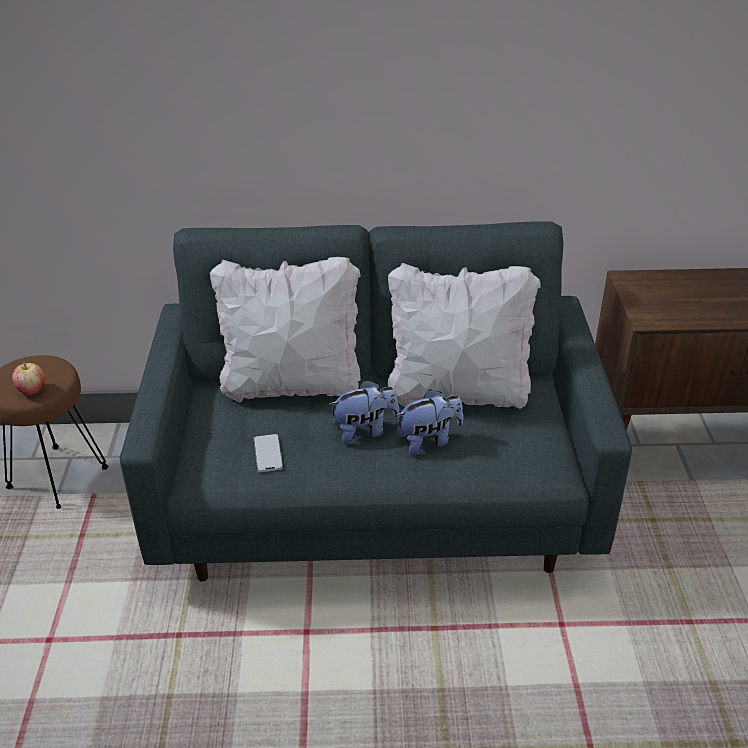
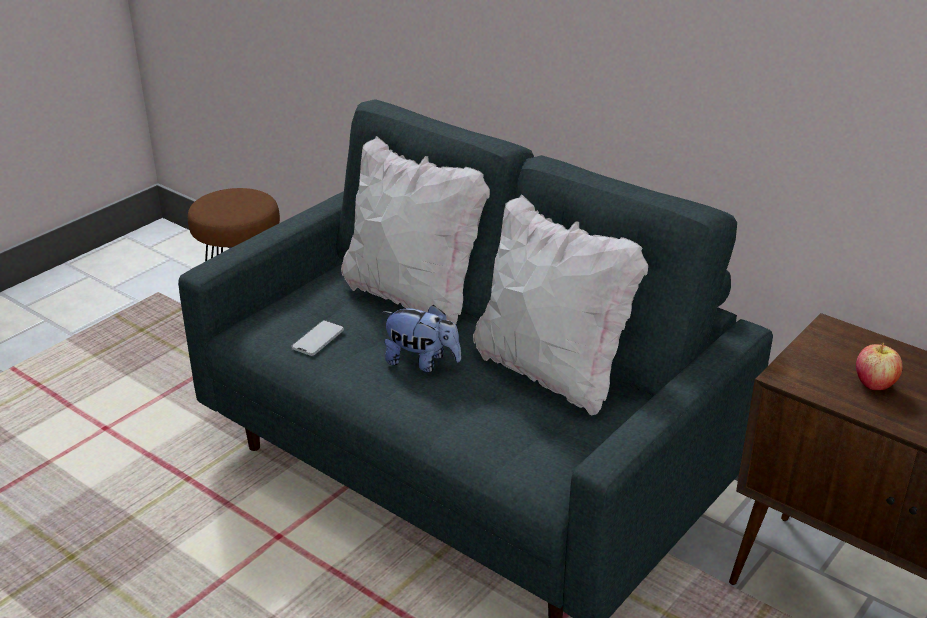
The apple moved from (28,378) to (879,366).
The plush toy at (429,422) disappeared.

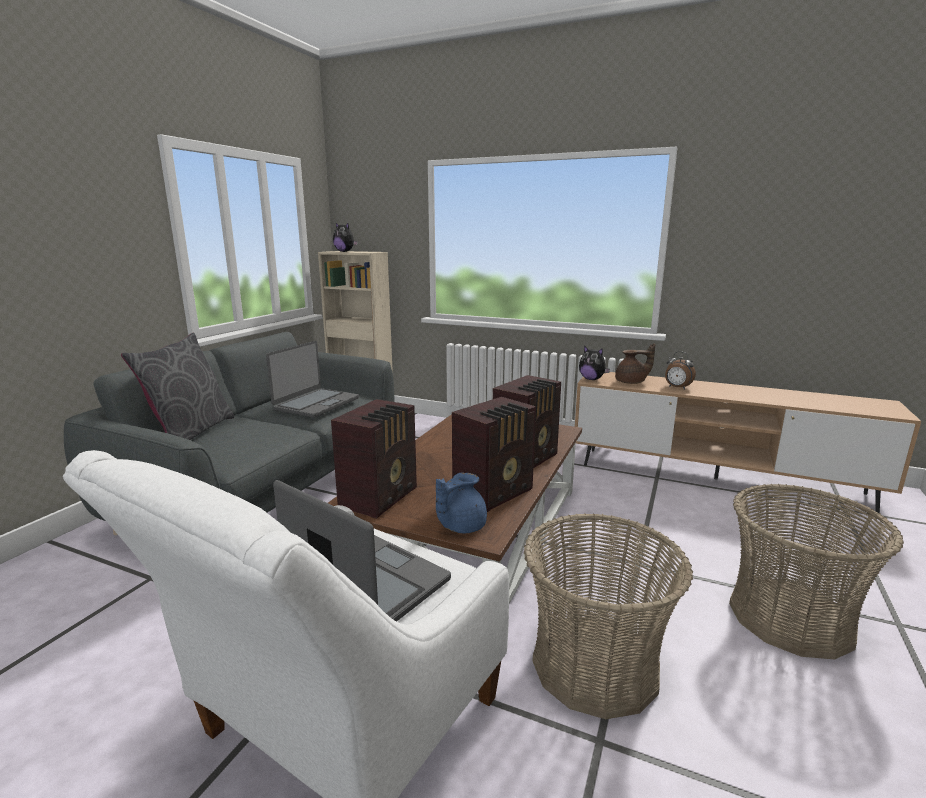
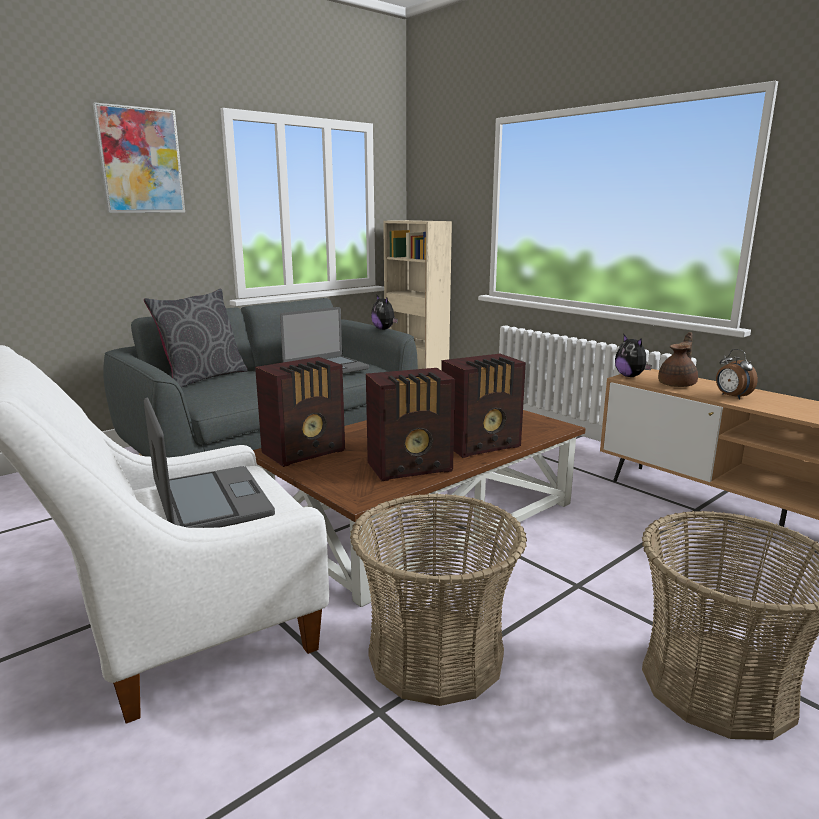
The wall art at (139,157) appeared.
The plush toy moved from (345,237) to (384,313).
The brownish pot for tea at (635,363) turned 75 degrees counterclockwise.
The blue-coloured pot for tea at (461,502) disappeared.

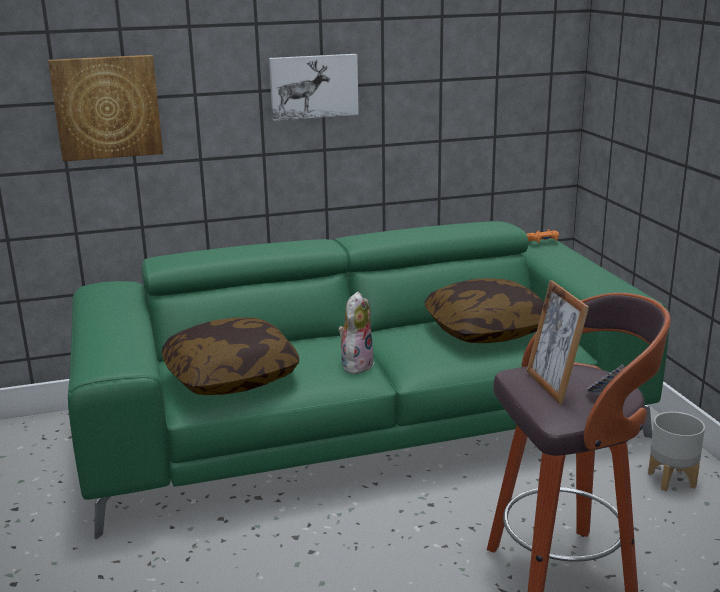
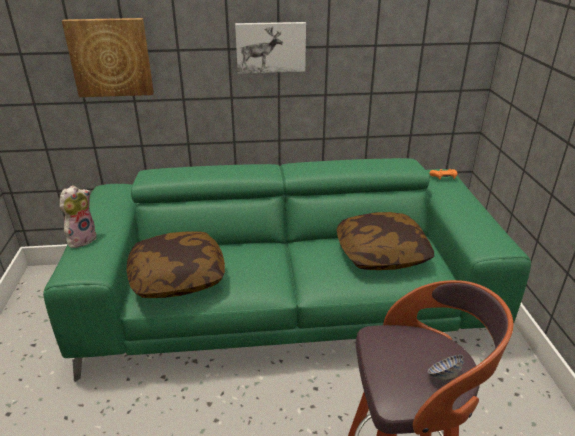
The plush toy moved from (356,333) to (78,216).
The standing frame at (558,342) disappeared.
The greyish flower pot at (676,451) disappeared.

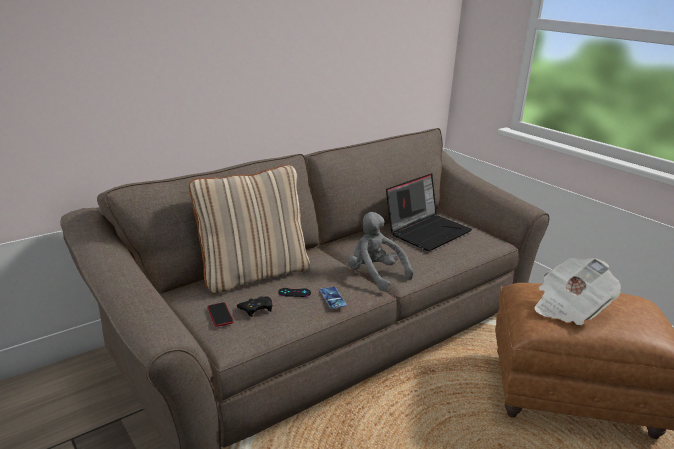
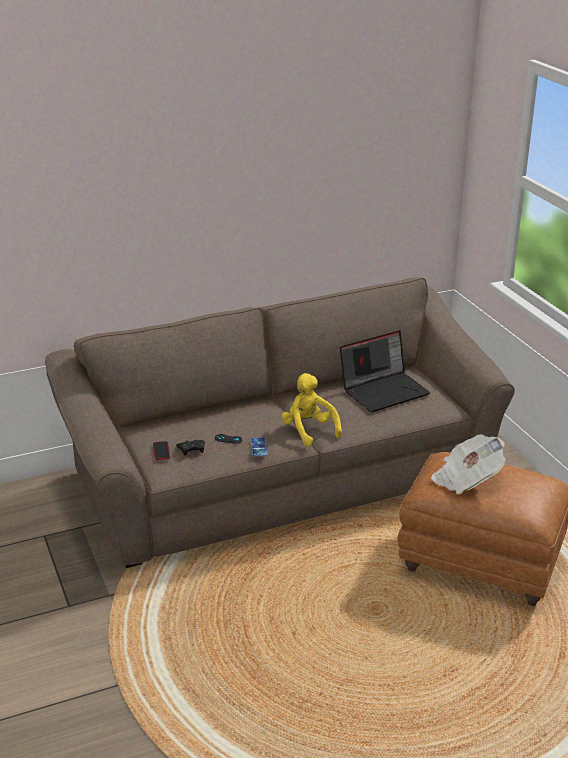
The greyish plush toy at (380,252) became the yellow-coloured plush toy at (311,410).
The beige-coloured cushion at (249,229) disappeared.

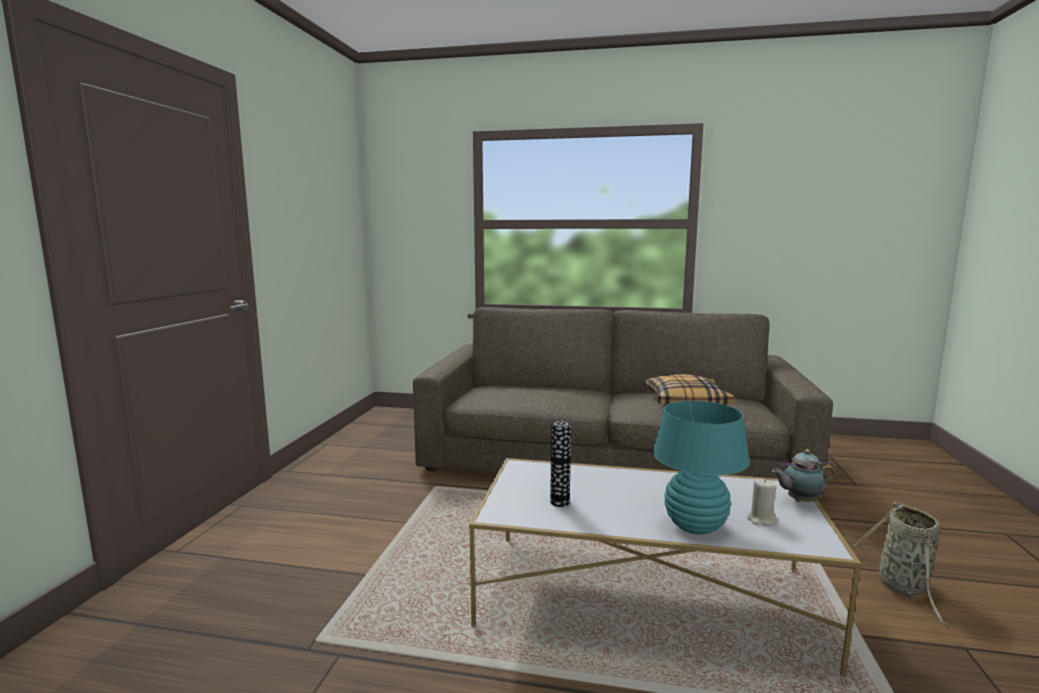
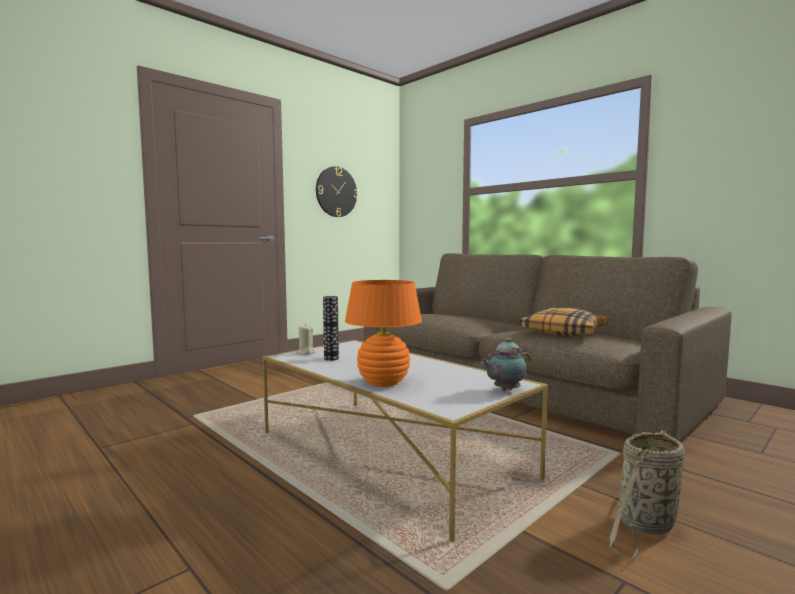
The beige-coloured wax light moved from (762,502) to (305,339).
The clock on the wall at (337,191) appeared.
The turquoise-coloured table lamp at (701,468) became the orange table lamp at (383,333).
The pot for tea at (803,475) turned 60 degrees counterclockwise.

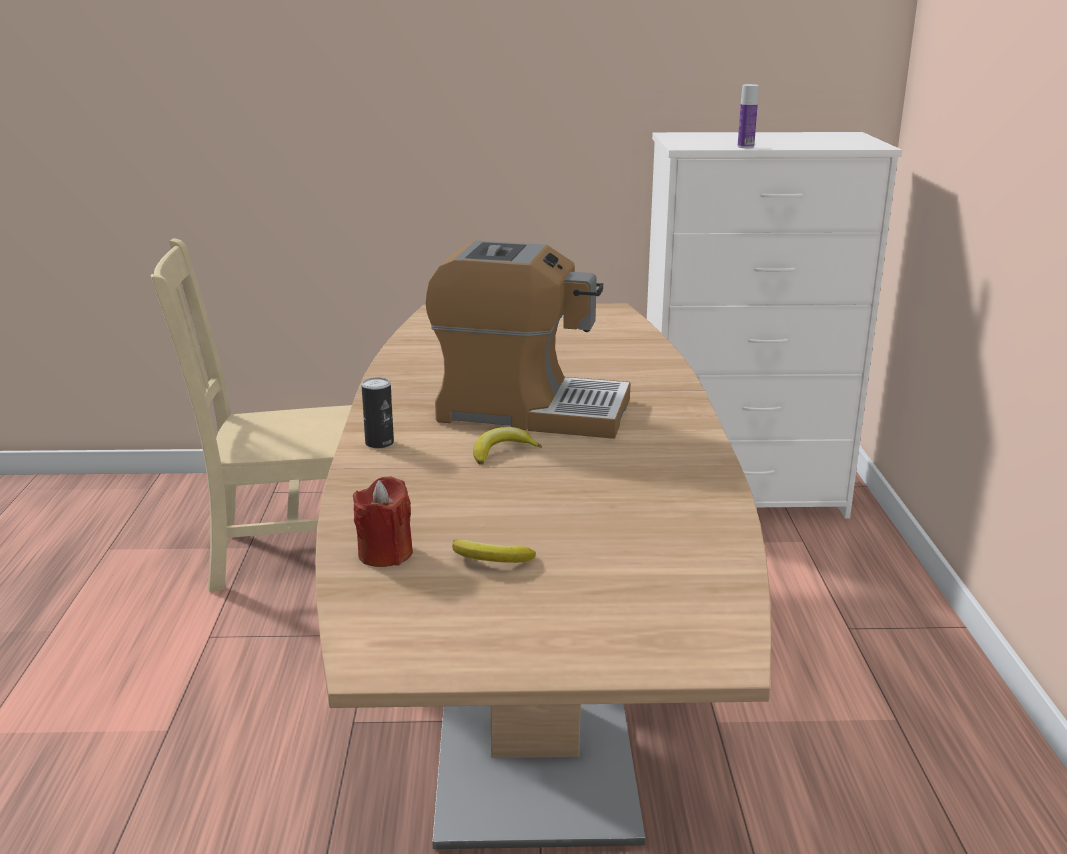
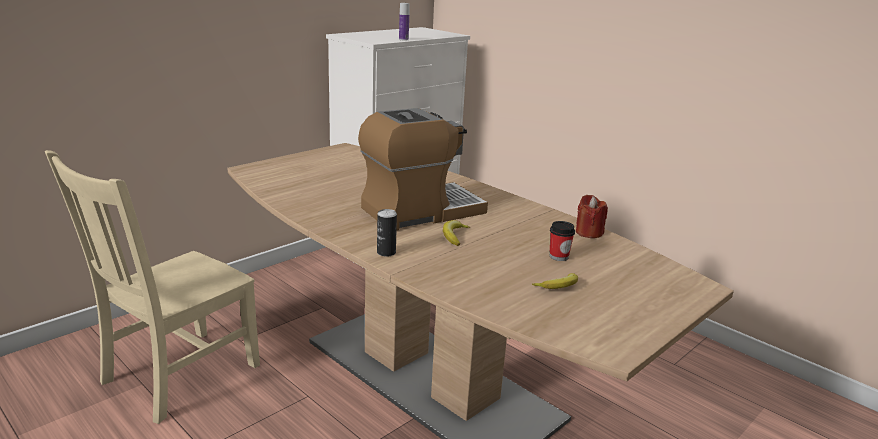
The drinking cup at (562,241) appeared.
The red wax light moved from (383,521) to (592,216).

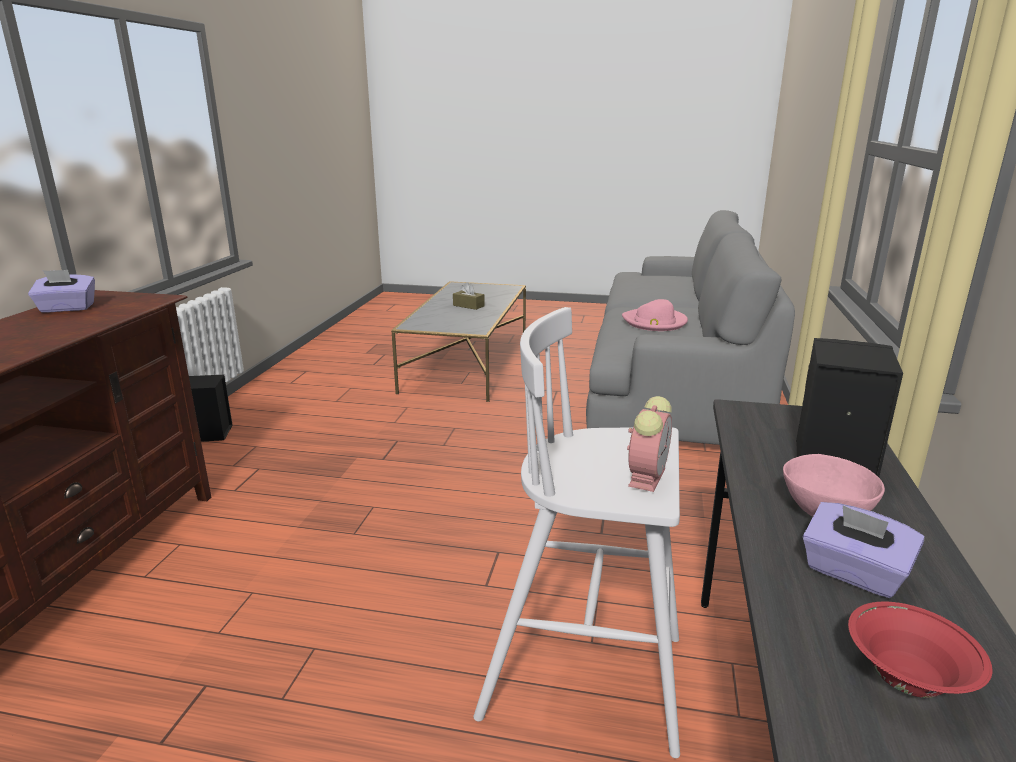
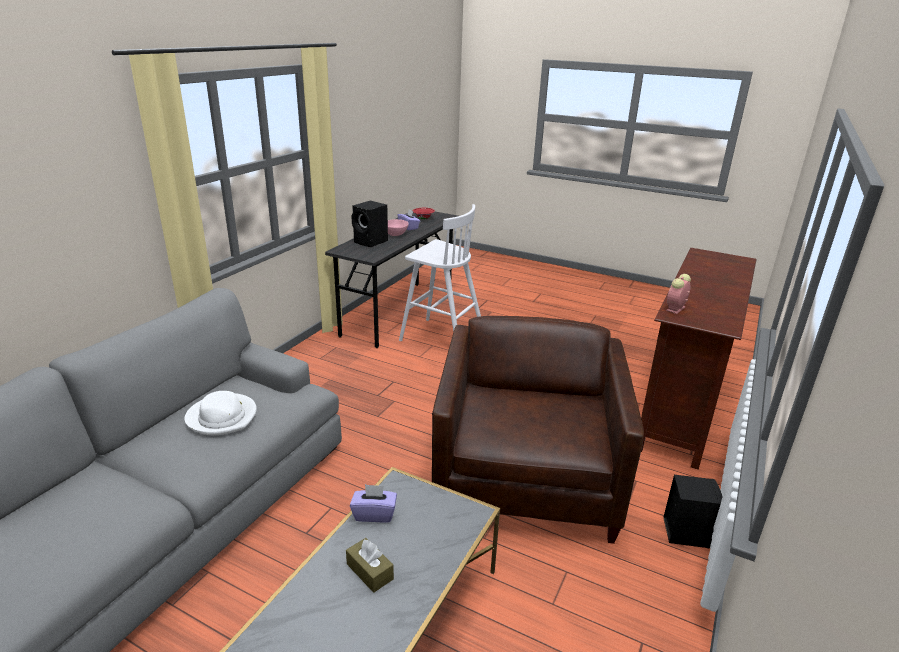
The pinkish wearable hat at (655,315) became the whitish wearable hat at (220,413).
The purple box of tissues moved from (61,291) to (373,503).
The brownish easy chair at (538,430) appeared.
The table clock moved from (649,444) to (678,294).

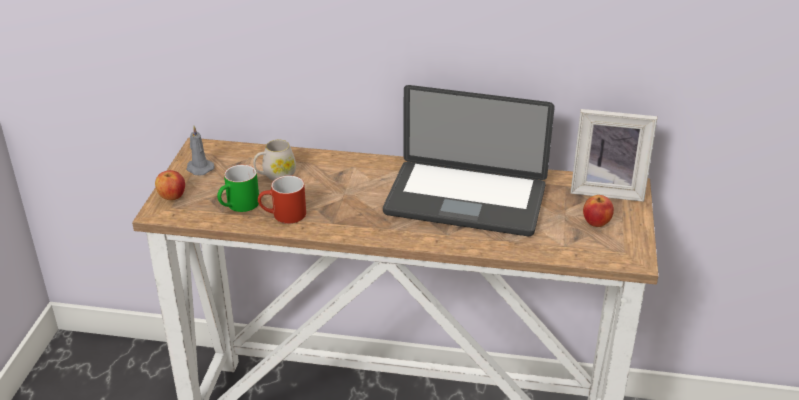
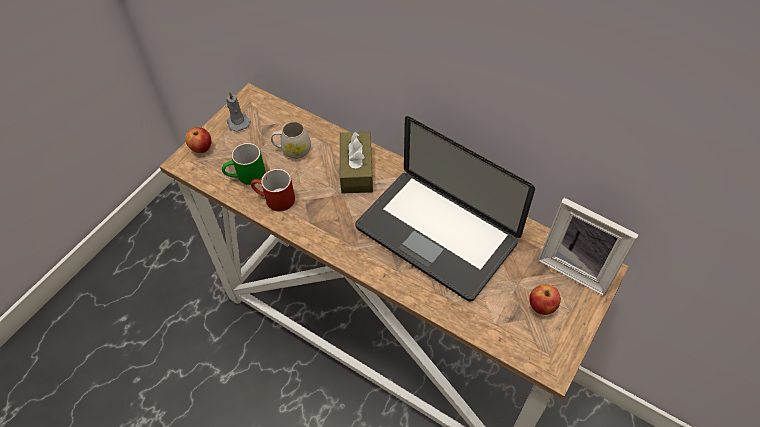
The brownish box of tissues at (356,162) appeared.

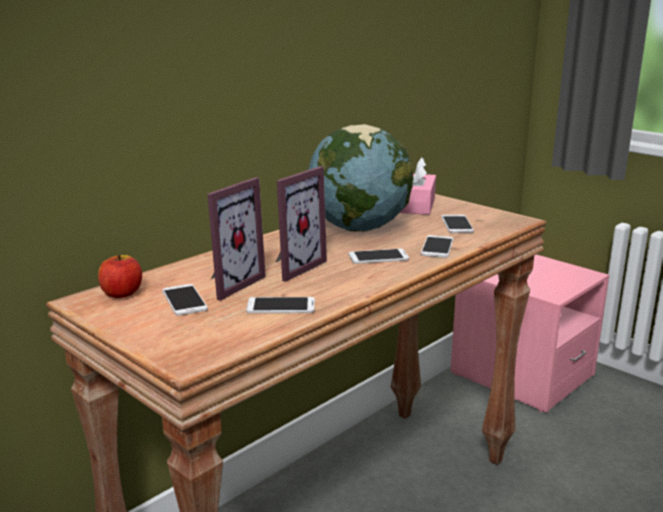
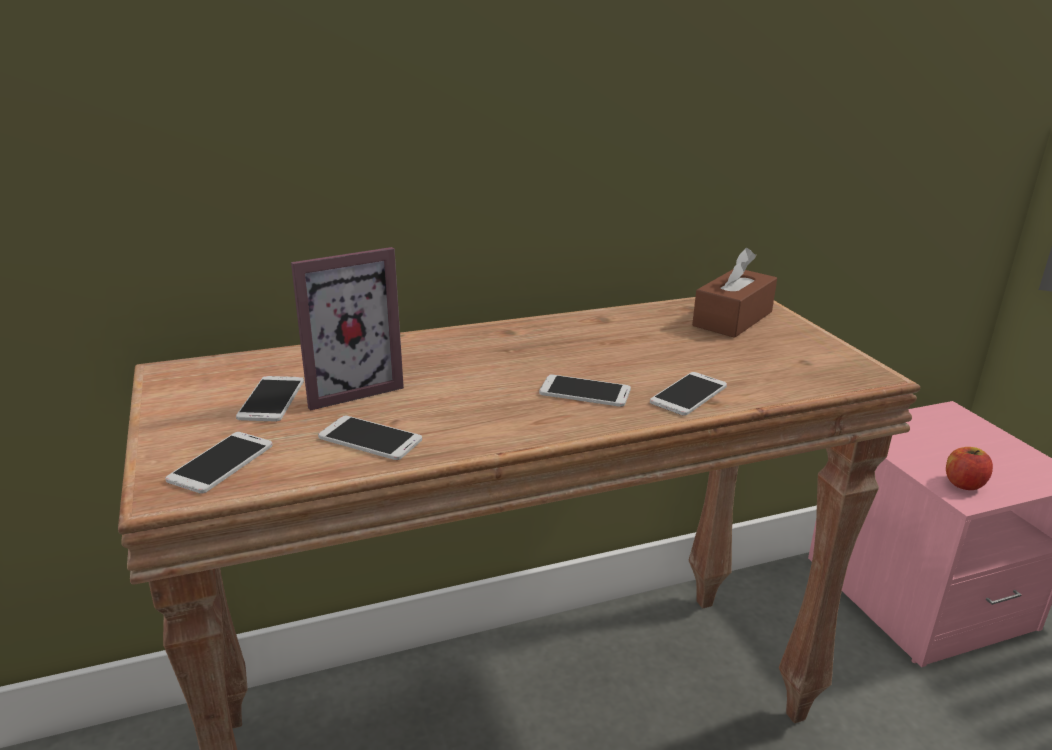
The phone moved from (458,224) to (219,463).
The pinkish box of tissues at (418,186) became the brownish box of tissues at (734,293).
The apple moved from (120,276) to (969,468).
The standing frame at (301,224) disappeared.
The world globe at (361,178) disappeared.

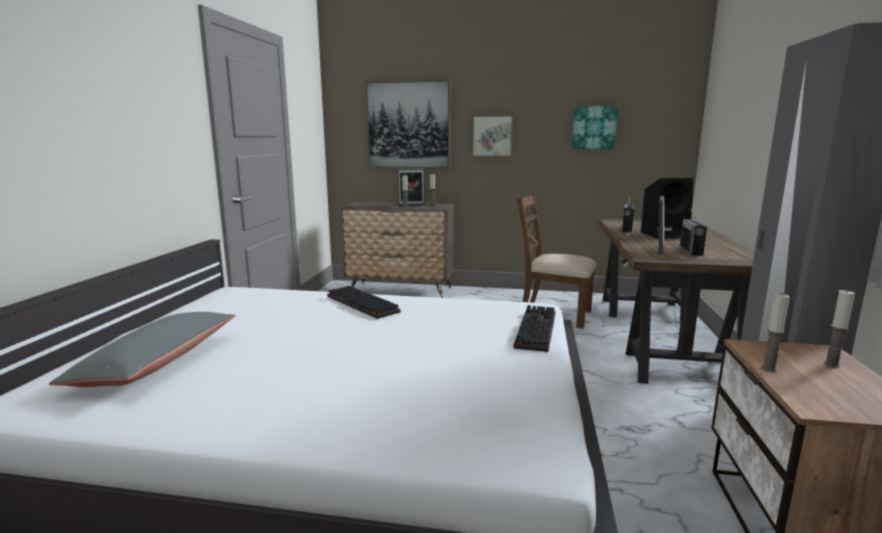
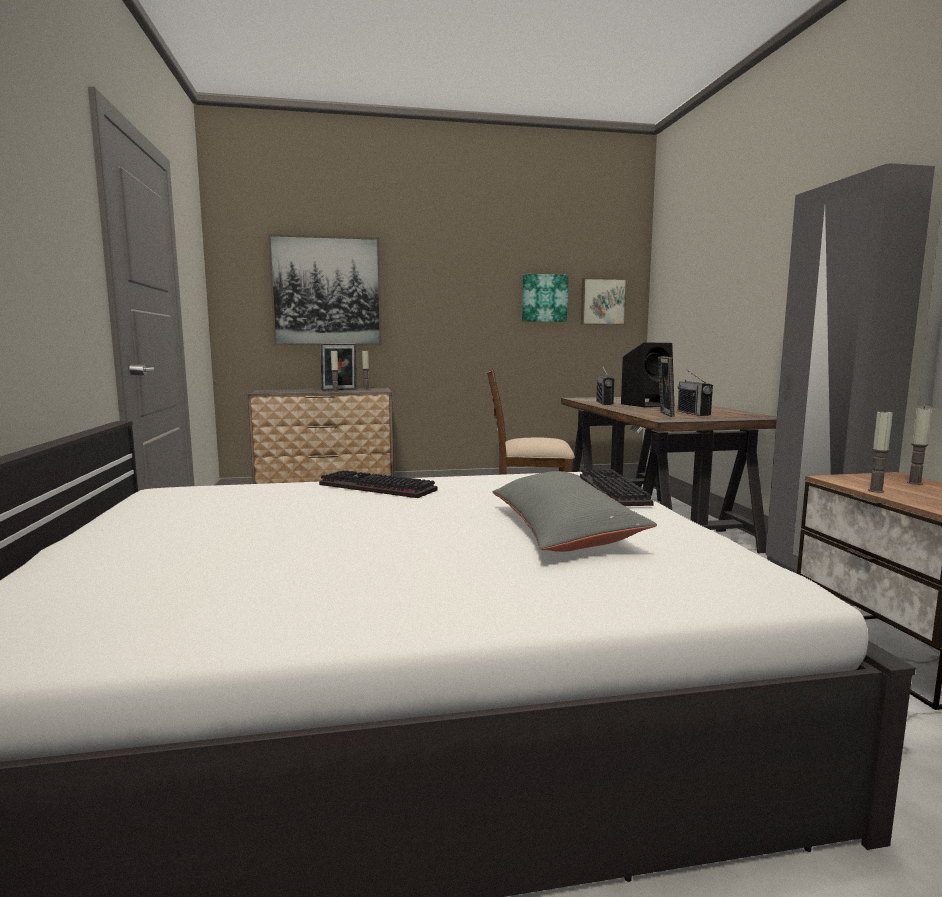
The greyish cushion moved from (142,349) to (575,511).
The wall art moved from (492,136) to (604,301).

